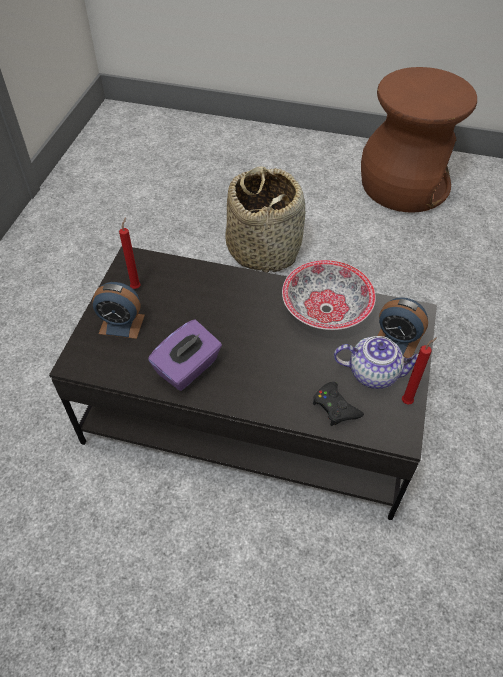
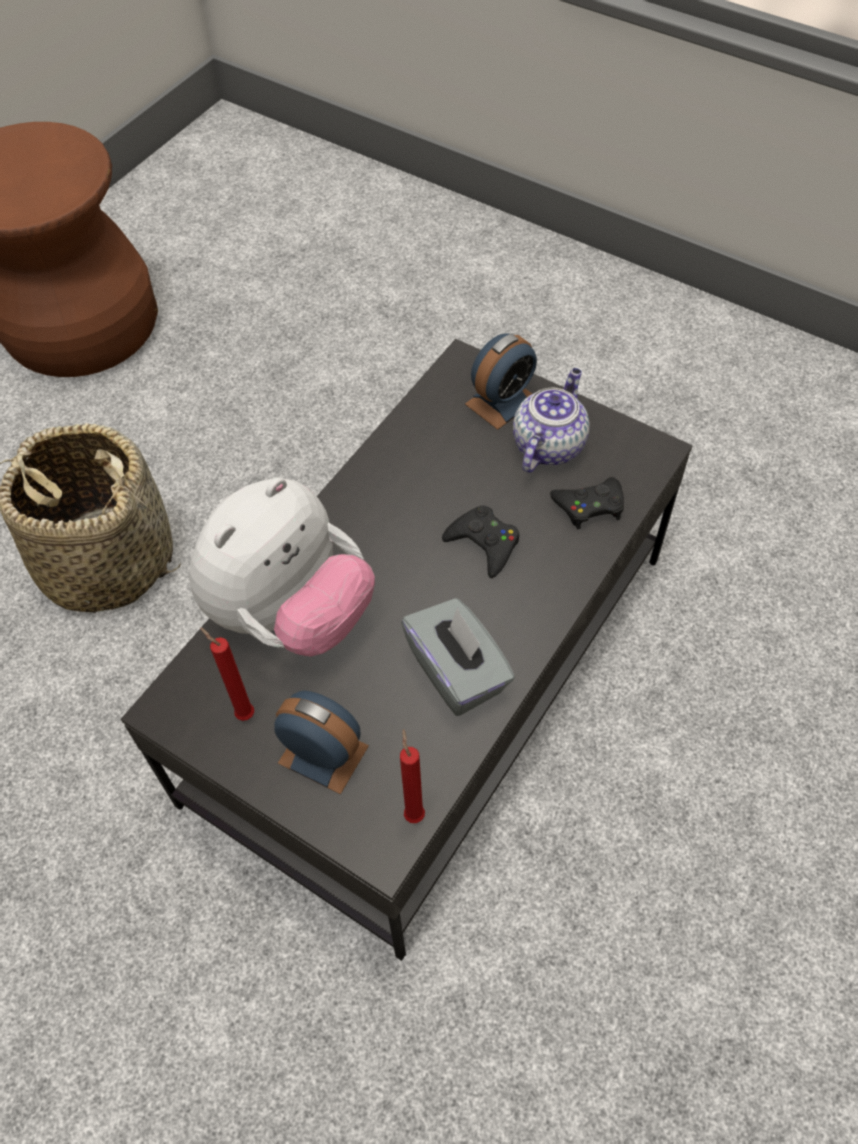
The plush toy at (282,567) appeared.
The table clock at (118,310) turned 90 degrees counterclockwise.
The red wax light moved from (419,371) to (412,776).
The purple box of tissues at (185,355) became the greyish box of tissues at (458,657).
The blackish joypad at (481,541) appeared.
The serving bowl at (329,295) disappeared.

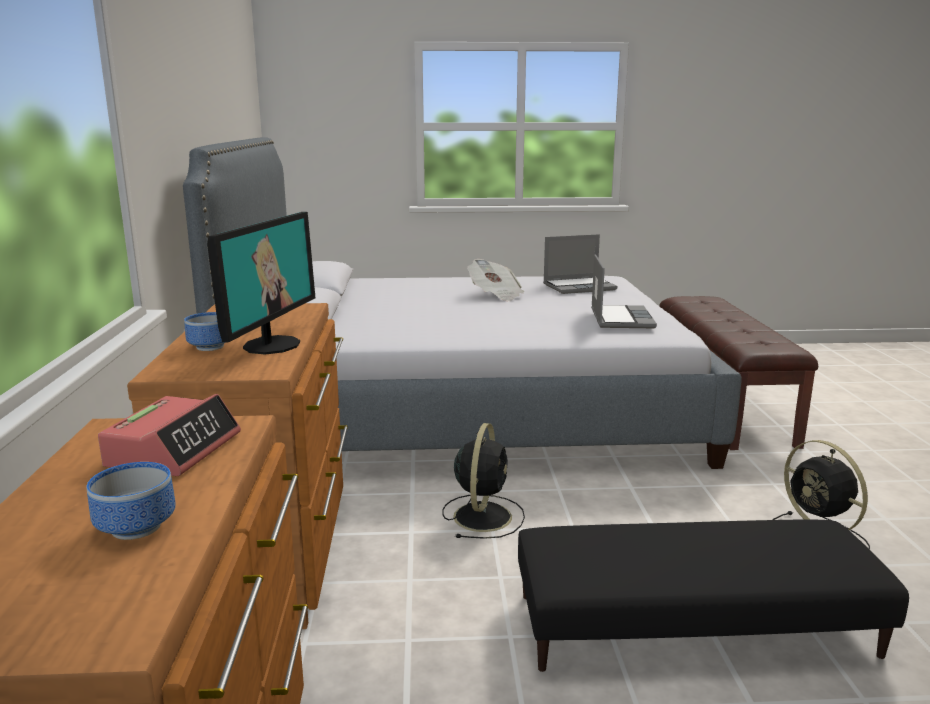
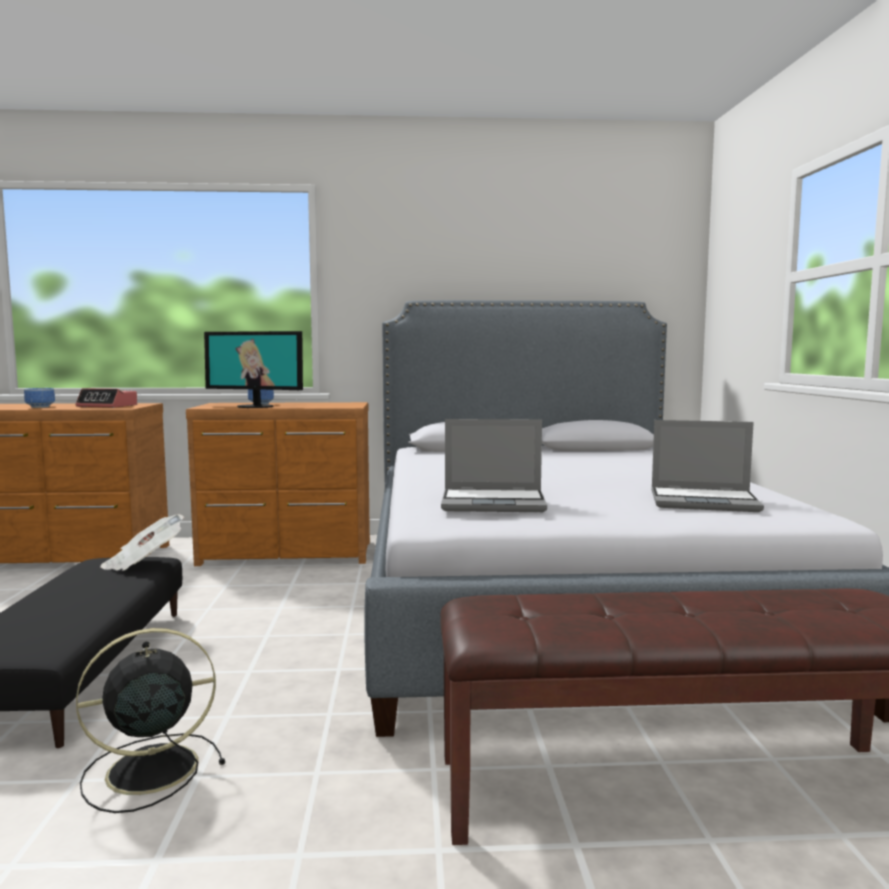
The newspaper moved from (495,280) to (142,542).
The laptop at (580,264) turned 60 degrees counterclockwise.
The blackish cooling fan at (483,481) disappeared.

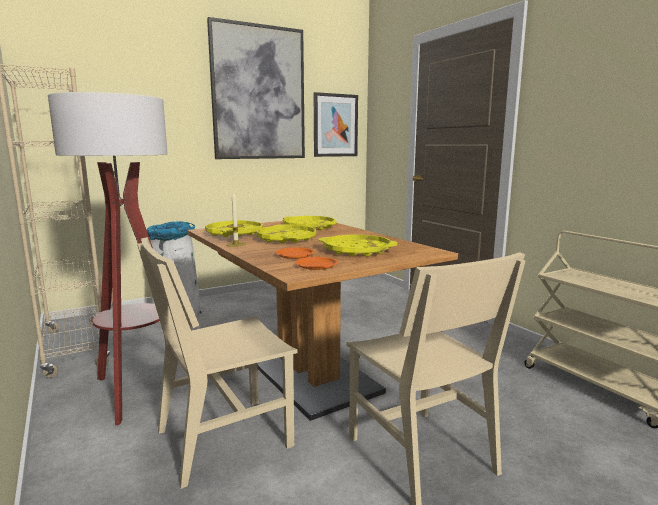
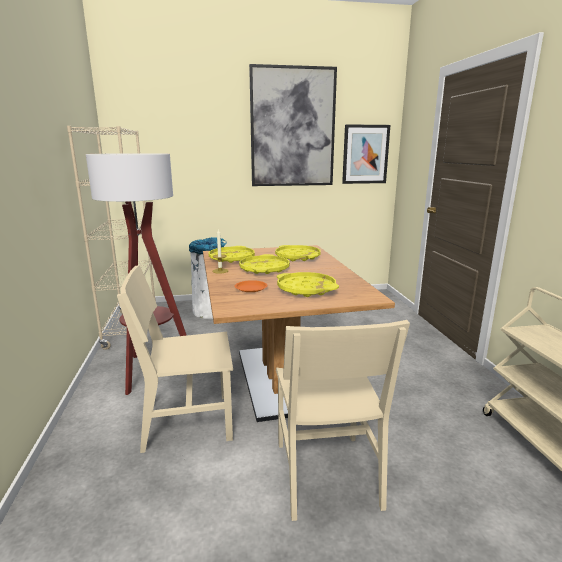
The orange dinner plate at (316,263) disappeared.

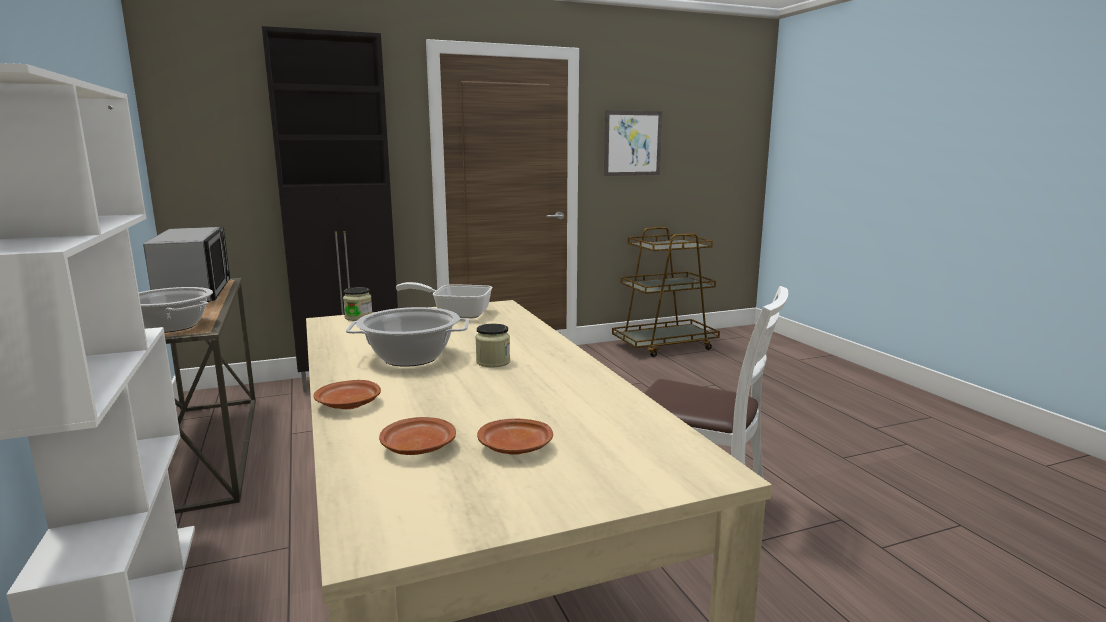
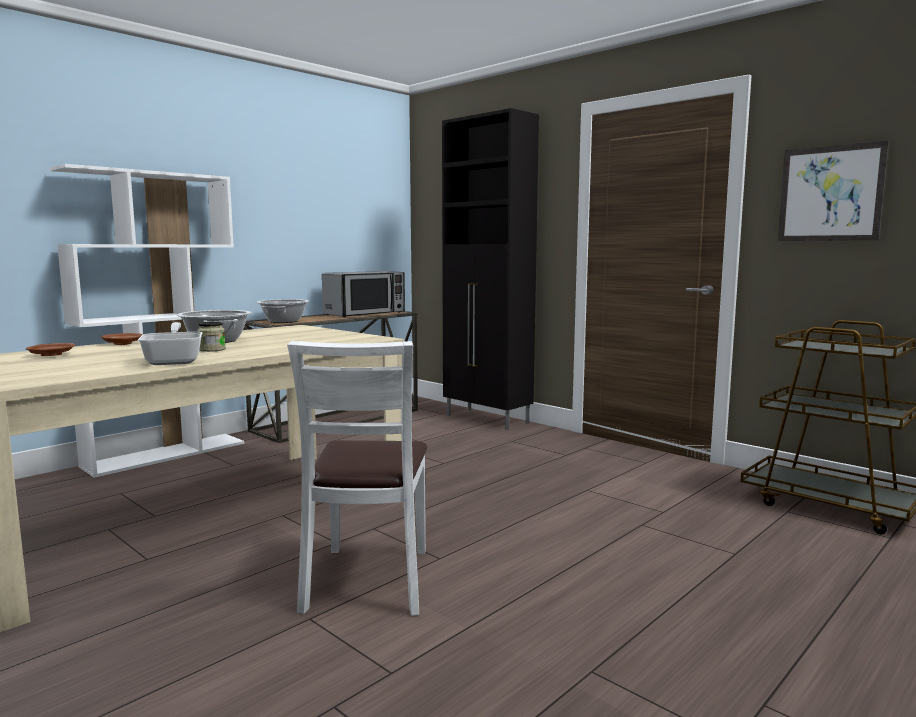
The frying pan moved from (444,300) to (170,343).
The jar at (357,304) disappeared.
The brownish dinner plate at (515,437) disappeared.

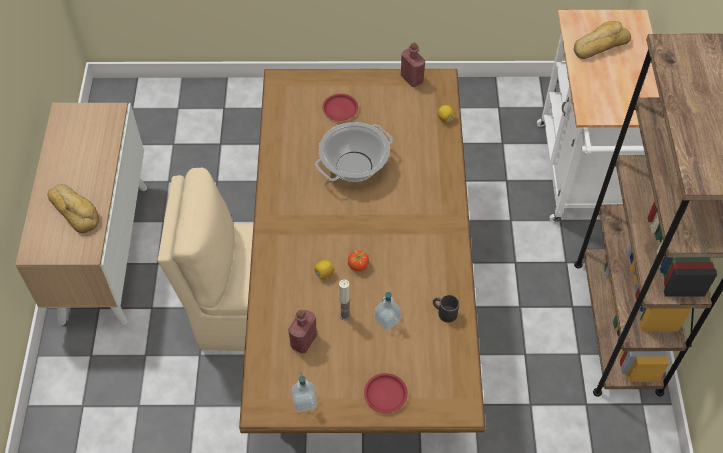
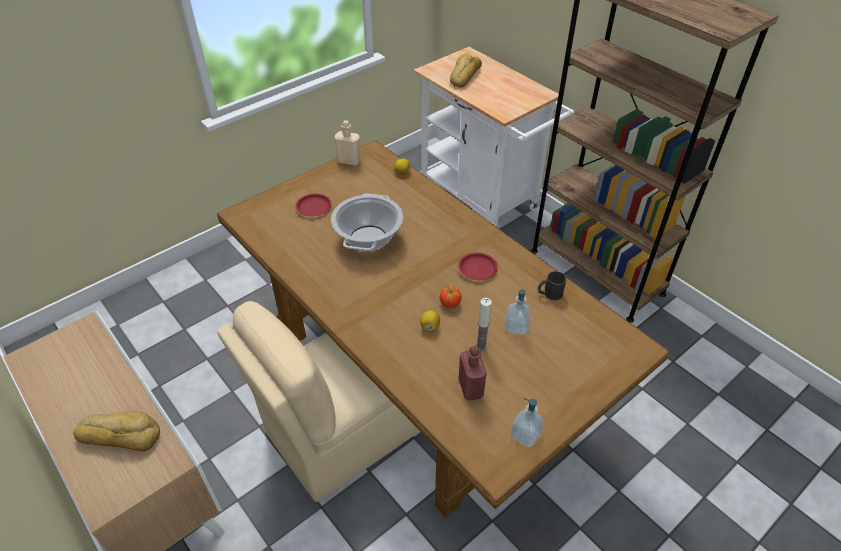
The red beverage bottle at (413,64) became the beige-coloured beverage bottle at (348,143).
The red dinner plate moved from (386,393) to (478,266).

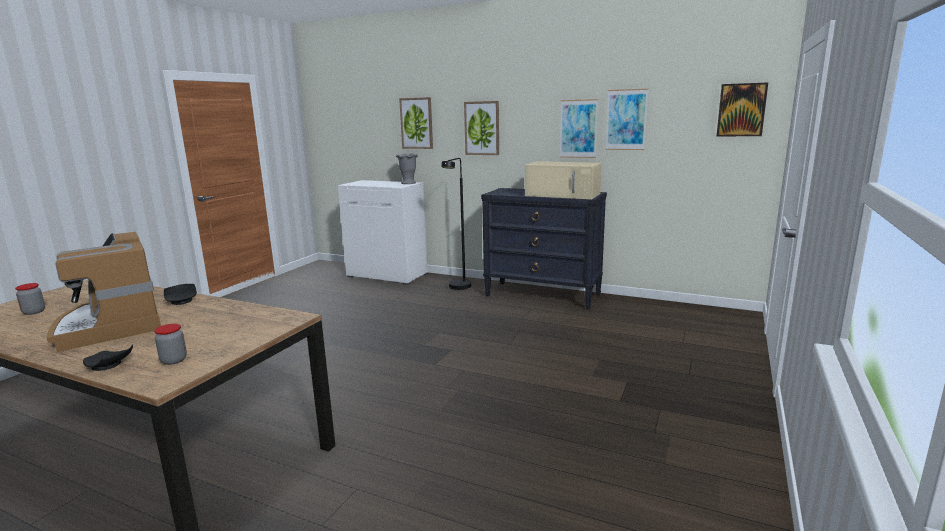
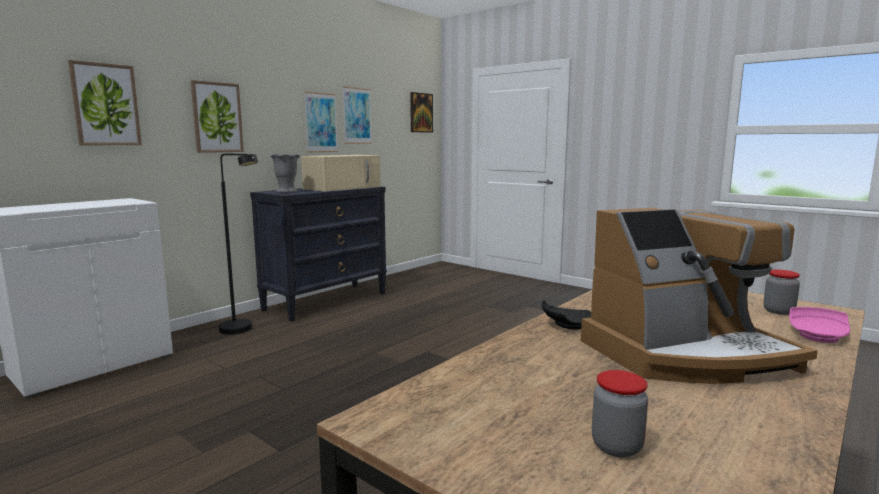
The greyish vase moved from (407,168) to (285,173).
The blackish dinner plate at (108,357) became the pinkish dinner plate at (819,325).

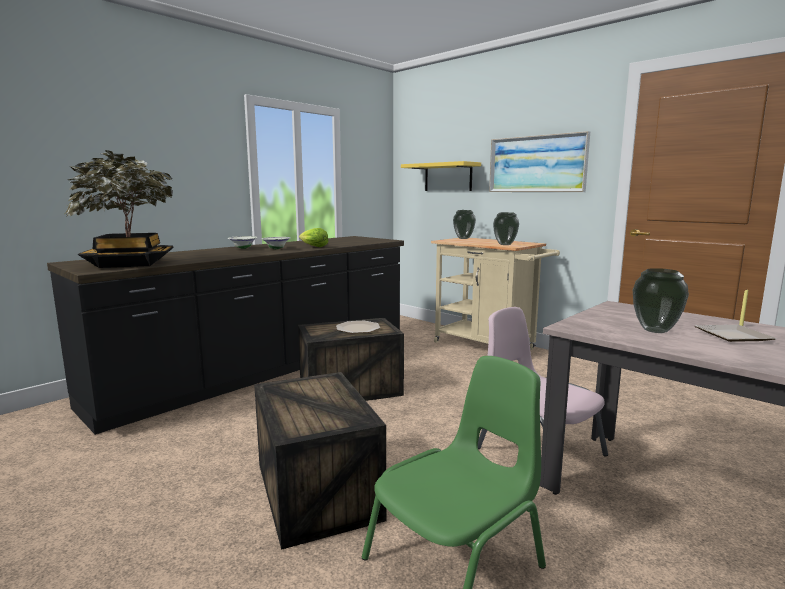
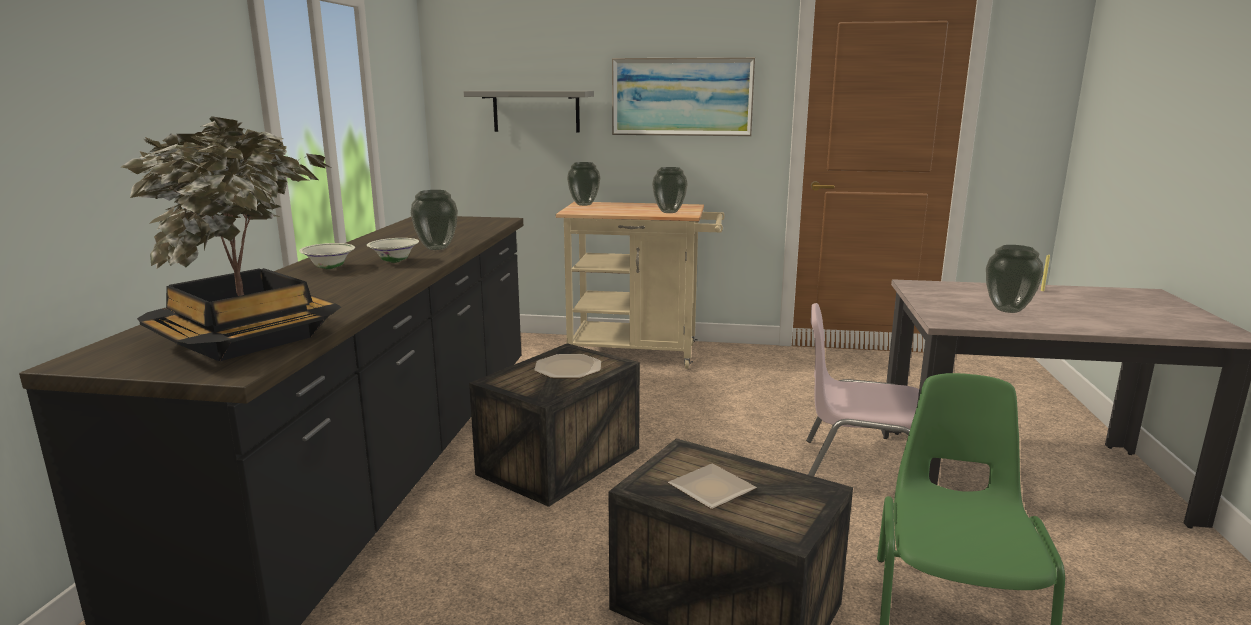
The lettuce head at (313,237) was replaced by the vase at (434,220).
The yellow-coloured bracket shelf at (441,176) became the greyish bracket shelf at (529,112).
The dinner plate moved from (735,333) to (712,486).

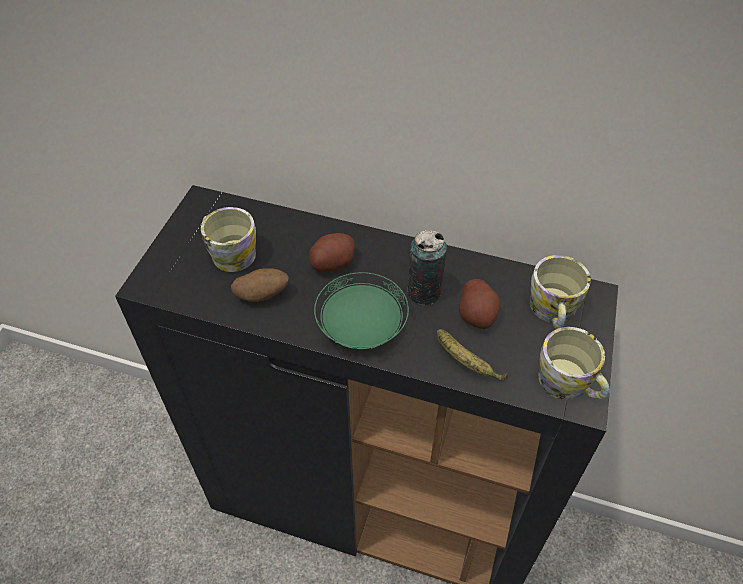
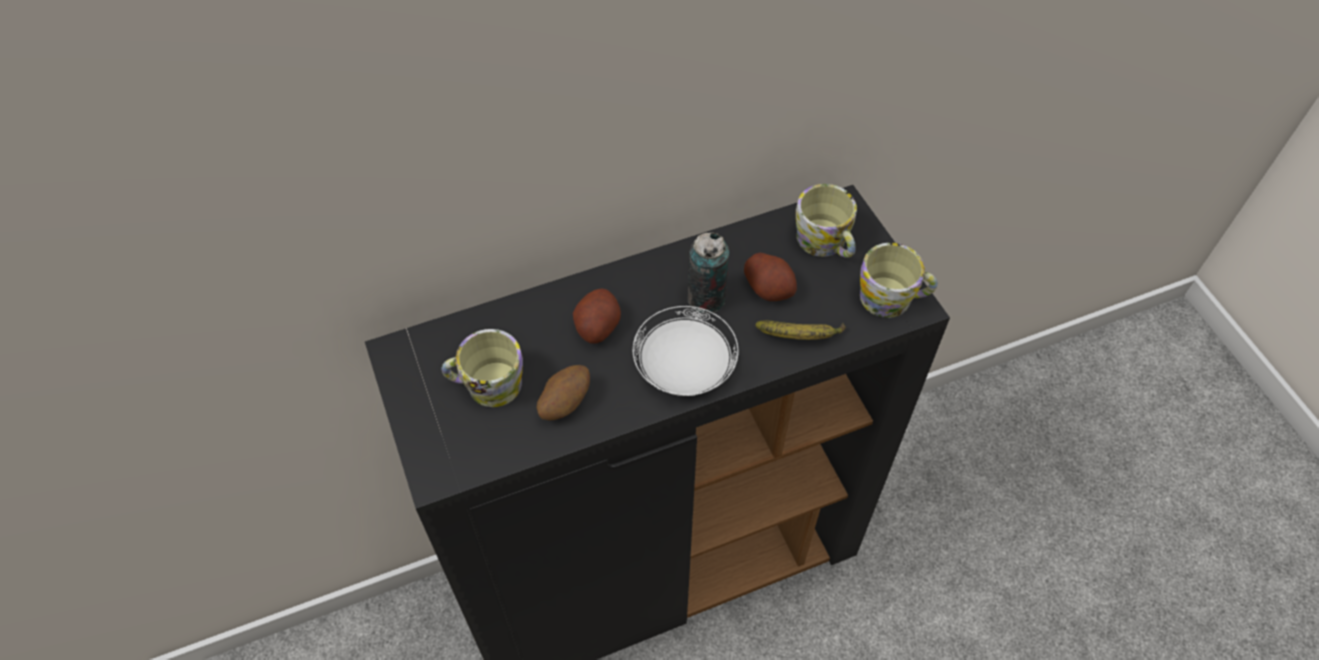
The greenish dinner plate at (361,310) became the whitish dinner plate at (685,351).

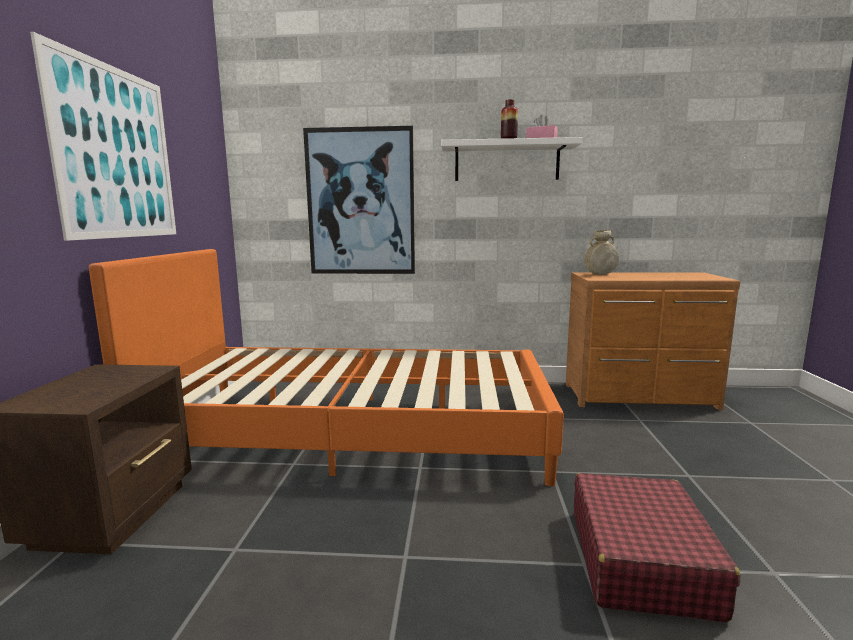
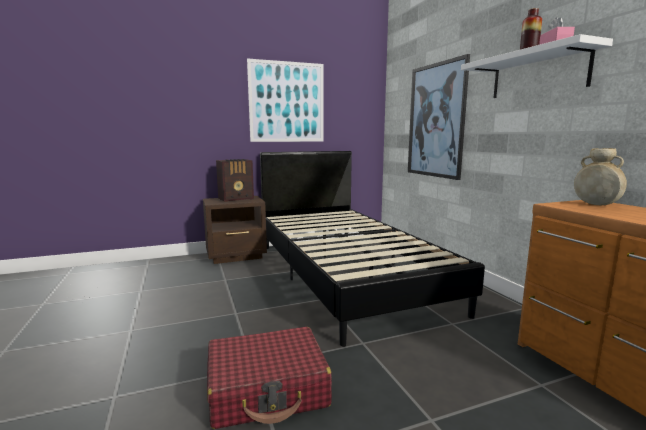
The radio set at (235,180) appeared.
The orange bedroom bed at (326,367) became the blackish bedroom bed at (372,249).

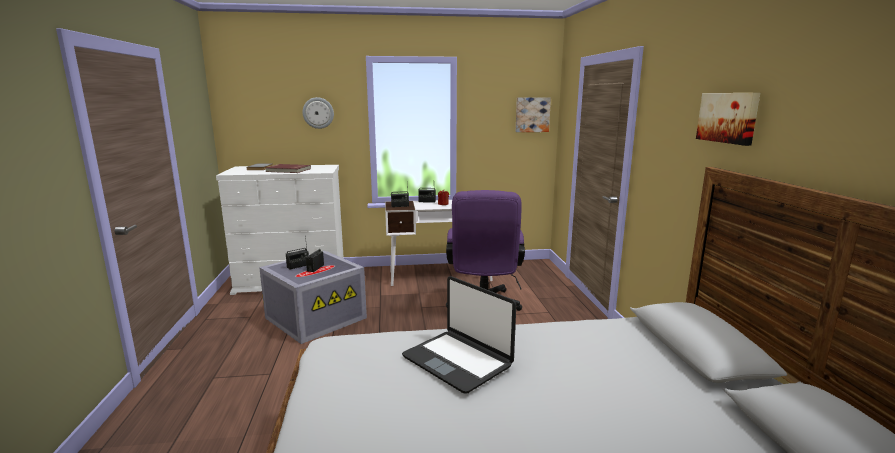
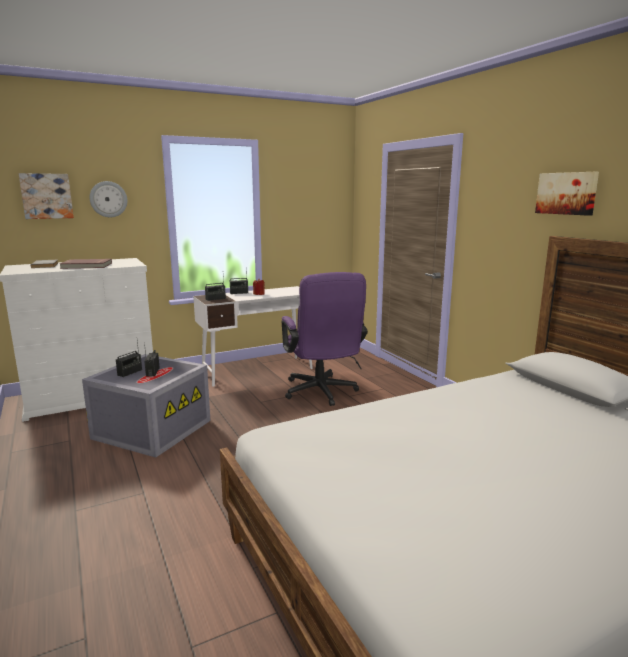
The wall art moved from (533,114) to (46,196).
The laptop at (459,335) disappeared.

